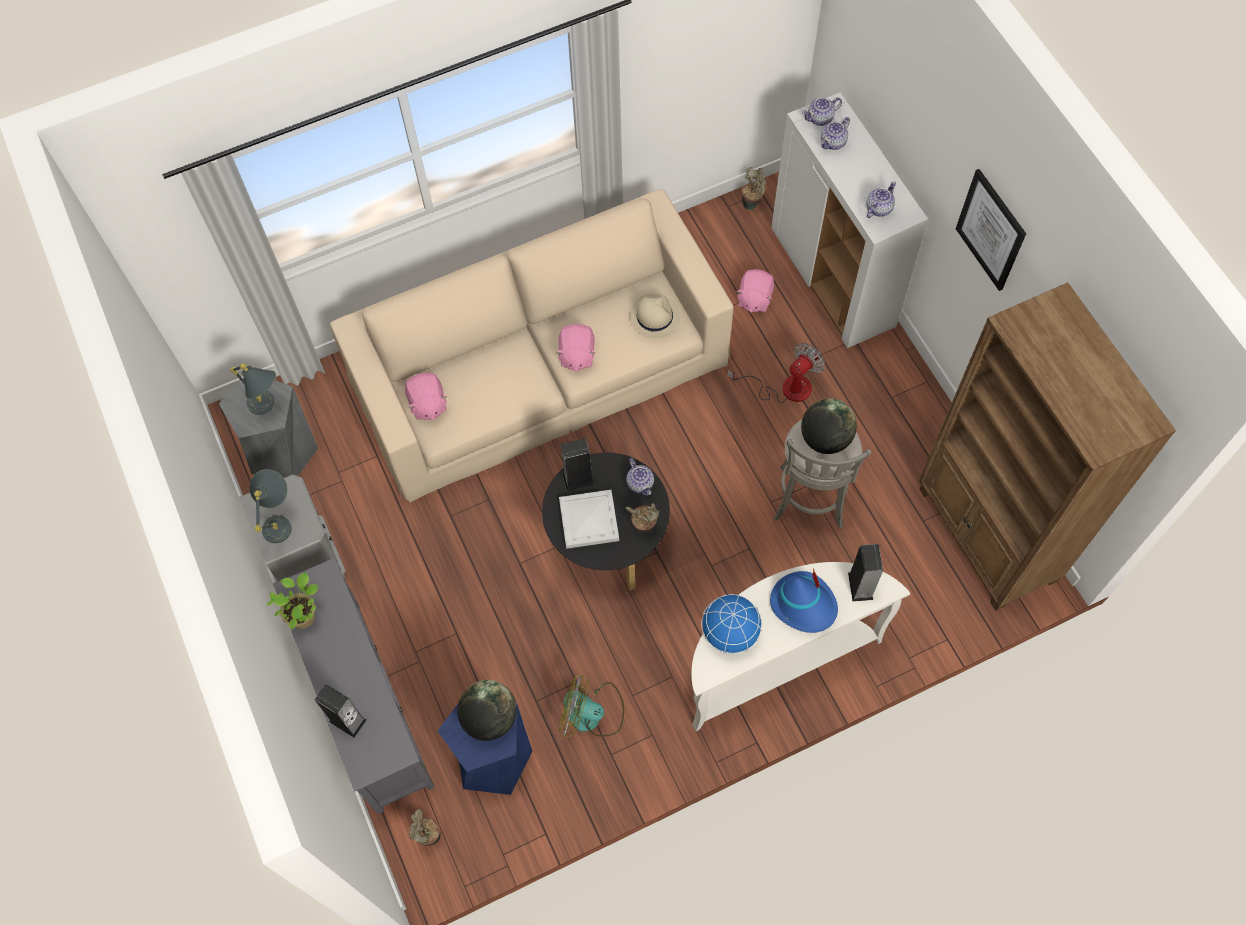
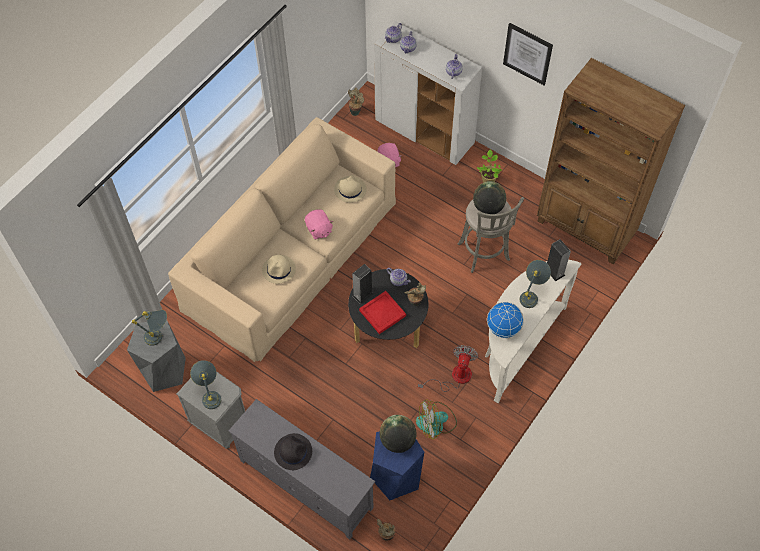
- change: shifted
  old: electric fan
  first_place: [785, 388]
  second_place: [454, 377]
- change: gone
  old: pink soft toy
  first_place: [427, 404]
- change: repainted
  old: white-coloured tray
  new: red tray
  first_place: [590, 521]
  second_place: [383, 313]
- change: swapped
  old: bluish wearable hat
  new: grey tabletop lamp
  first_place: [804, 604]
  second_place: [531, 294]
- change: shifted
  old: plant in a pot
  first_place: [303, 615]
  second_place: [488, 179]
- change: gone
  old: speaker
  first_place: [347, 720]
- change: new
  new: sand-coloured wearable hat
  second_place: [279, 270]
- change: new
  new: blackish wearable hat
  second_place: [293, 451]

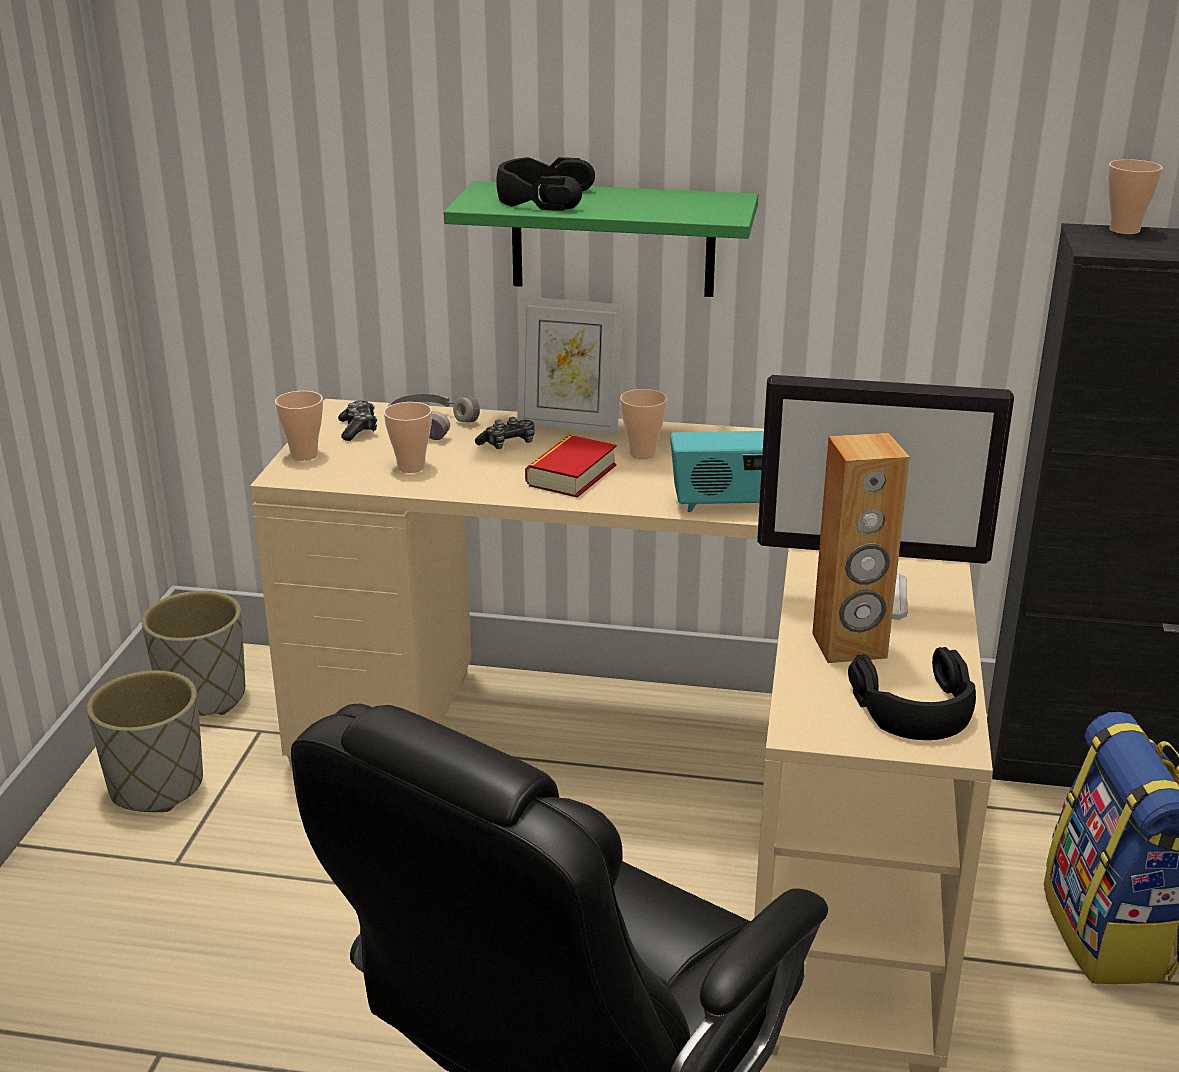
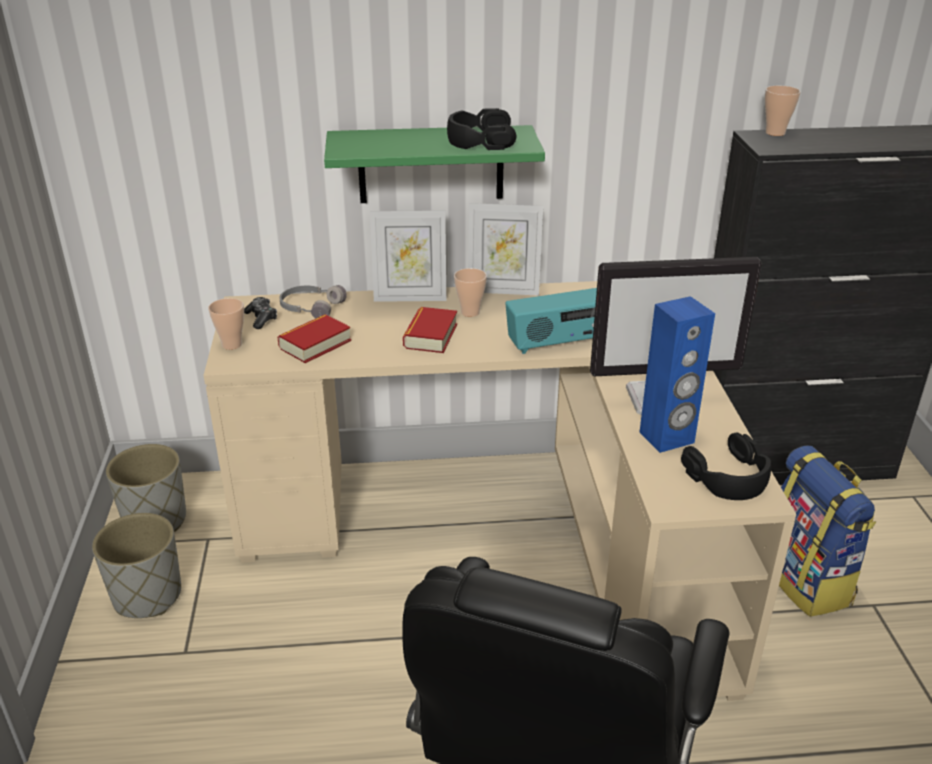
- change: shifted
  old: blackish pair of headphones
  first_place: [543, 198]
  second_place: [480, 140]
- change: swapped
  old: cup
  new: book
  first_place: [411, 467]
  second_place: [315, 344]
- change: gone
  old: gamepad
  first_place: [508, 444]
- change: repainted
  old: brown speaker
  new: bluish speaker
  first_place: [849, 646]
  second_place: [667, 438]
- change: new
  new: standing frame
  second_place: [503, 290]

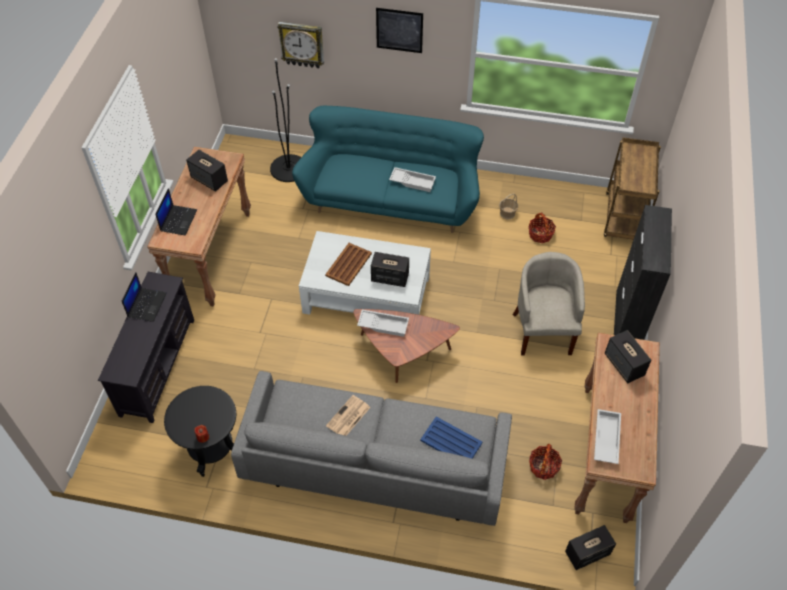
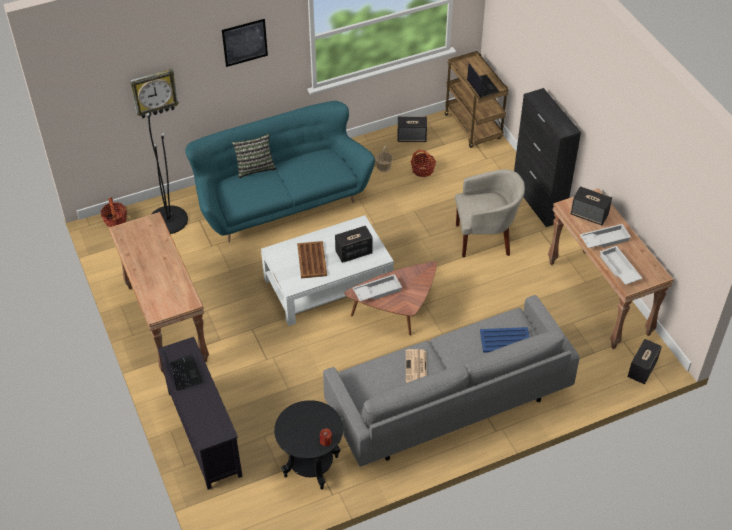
- change: shifted
  old: speaker
  first_place: [209, 180]
  second_place: [412, 137]
- change: shifted
  old: white-coloured tray
  first_place: [413, 181]
  second_place: [604, 239]
- change: shifted
  old: laptop
  first_place: [178, 220]
  second_place: [482, 86]
- change: rotated
  old: sand-coloured lounge chair
  first_place: [543, 330]
  second_place: [485, 238]
  degrees: 120
- change: shifted
  old: basket
  first_place: [543, 467]
  second_place: [115, 219]
- change: new
  new: throw pillow
  second_place: [255, 168]

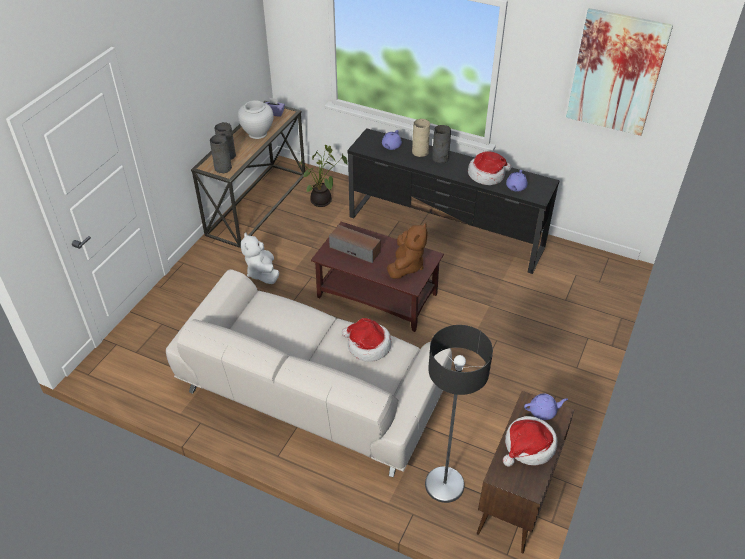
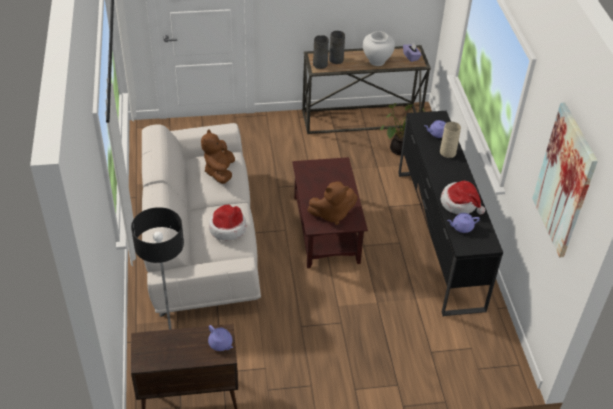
- change: gone
  old: grey flower vase
  first_place: [440, 159]
- change: gone
  old: speaker
  first_place: [355, 249]
- change: gone
  old: white-coloured soft toy
  first_place: [262, 273]
- change: gone
  old: wearable hat
  first_place: [528, 447]
- change: new
  new: brown soft toy
  second_place: [220, 172]

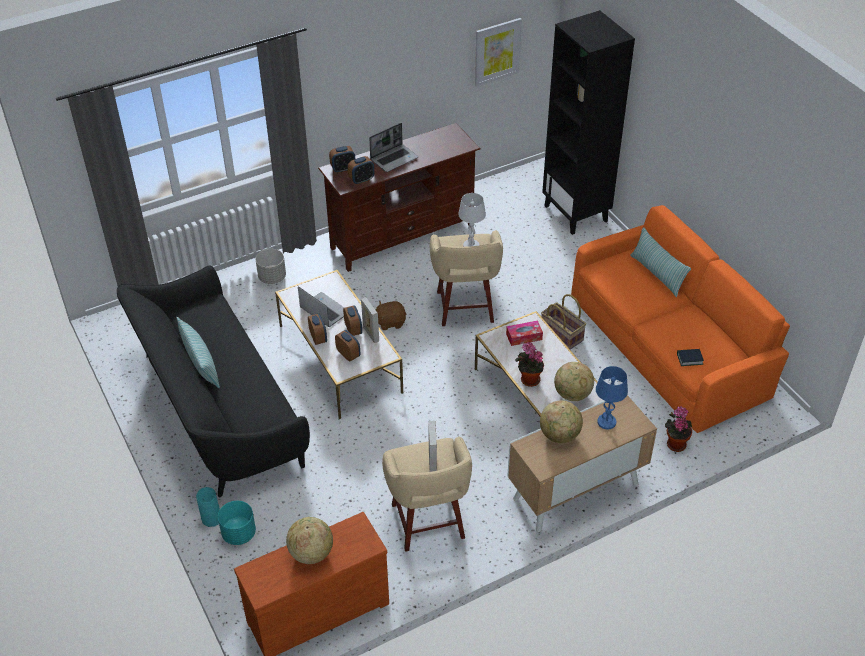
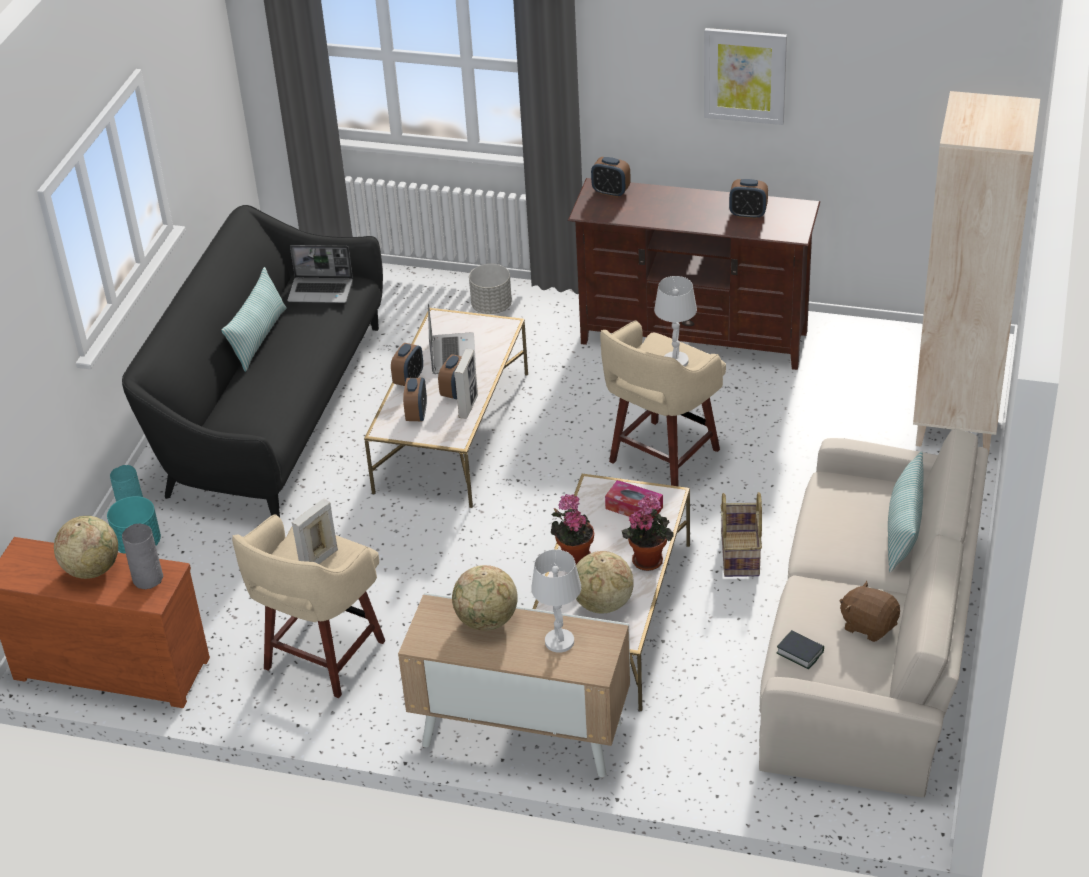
- change: repainted
  old: blackish bookshelf
  new: sand-coloured bookshelf
  first_place: [576, 213]
  second_place: [957, 423]
- change: shifted
  old: picture
  first_place: [497, 51]
  second_place: [745, 75]
- change: shifted
  old: laptop
  first_place: [394, 158]
  second_place: [321, 291]
- change: shifted
  old: bedside clock
  first_place: [361, 180]
  second_place: [748, 214]
- change: repainted
  old: orange sofa
  new: sand-coloured sofa
  first_place: [670, 343]
  second_place: [870, 647]
- change: shifted
  old: brown soft toy
  first_place: [390, 322]
  second_place: [868, 625]
- change: repainted
  old: bluish tabletop lamp
  new: white-coloured tabletop lamp
  first_place: [606, 422]
  second_place: [559, 641]
- change: shifted
  old: plant in a pot
  first_place: [675, 443]
  second_place: [648, 558]
- change: new
  new: grey flower vase
  second_place: [147, 578]

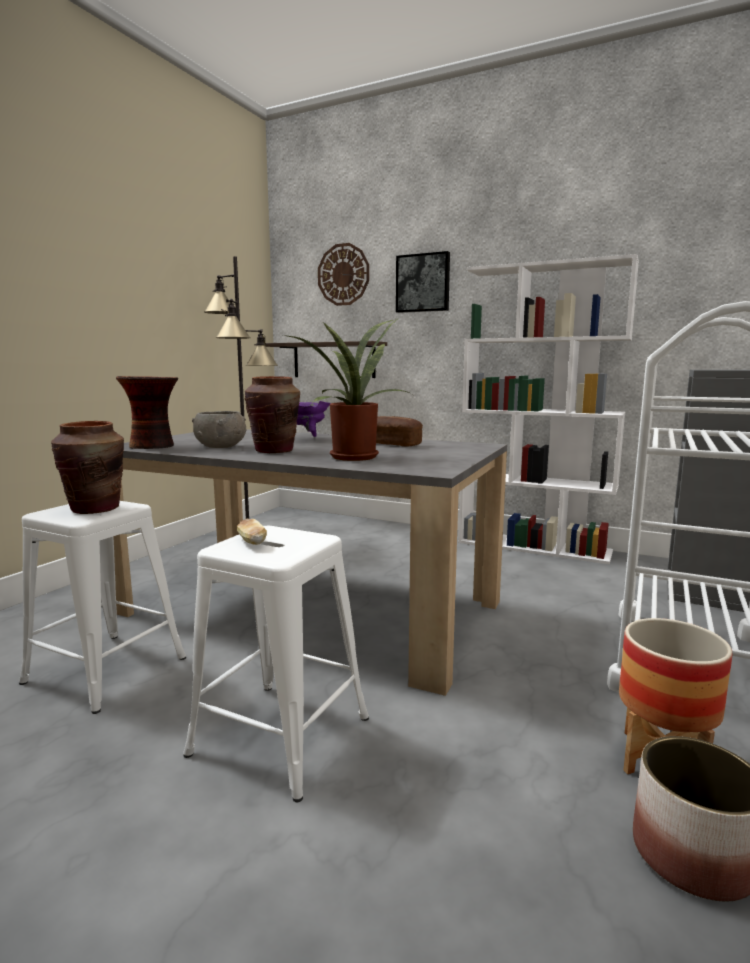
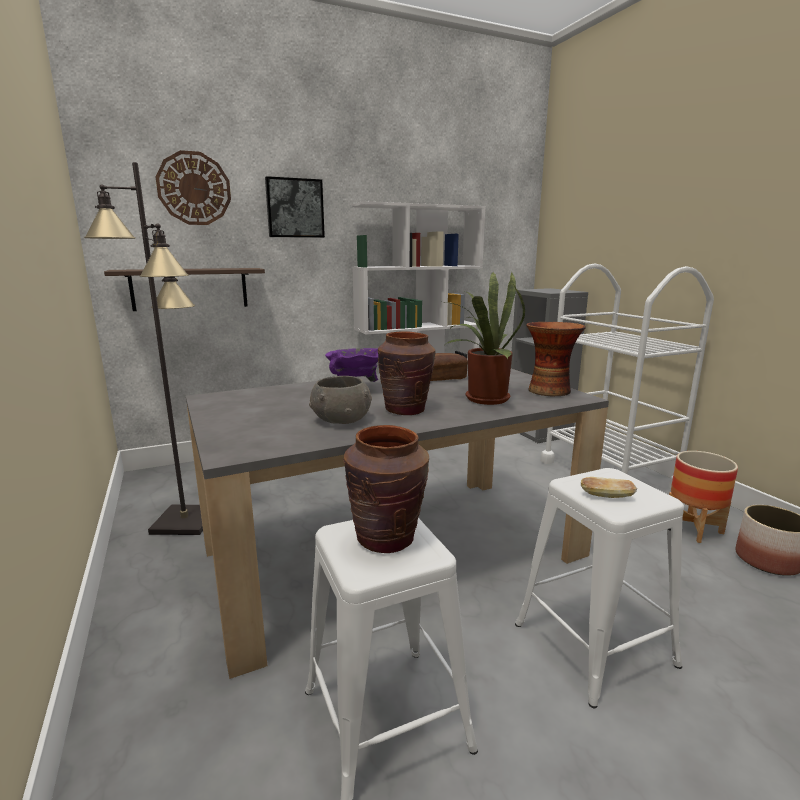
- change: shifted
  old: flower vase
  first_place: [154, 446]
  second_place: [549, 390]

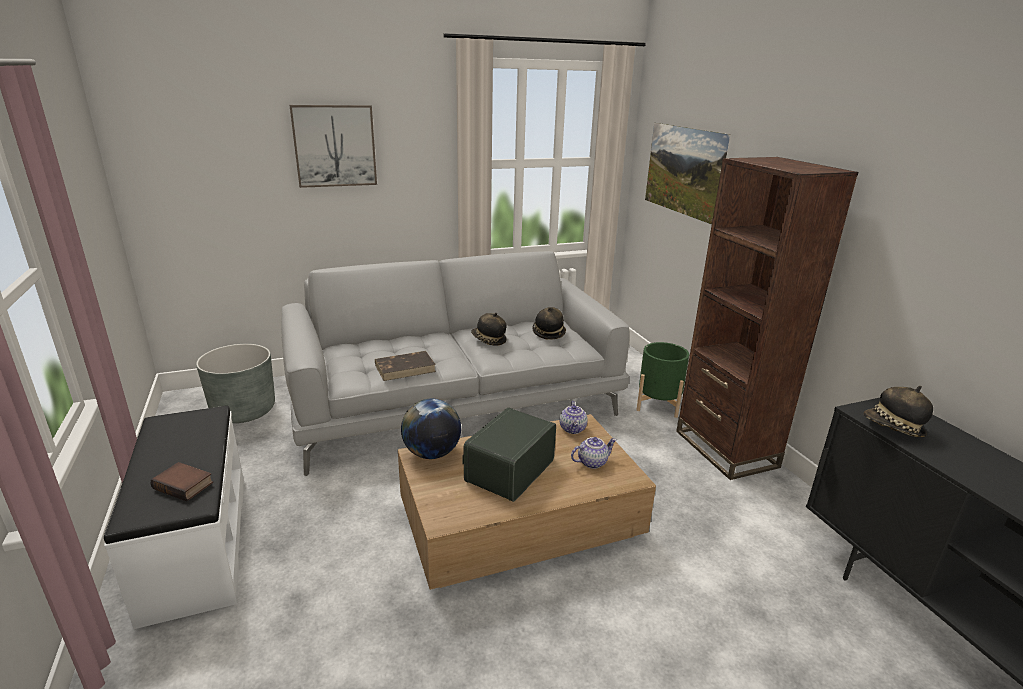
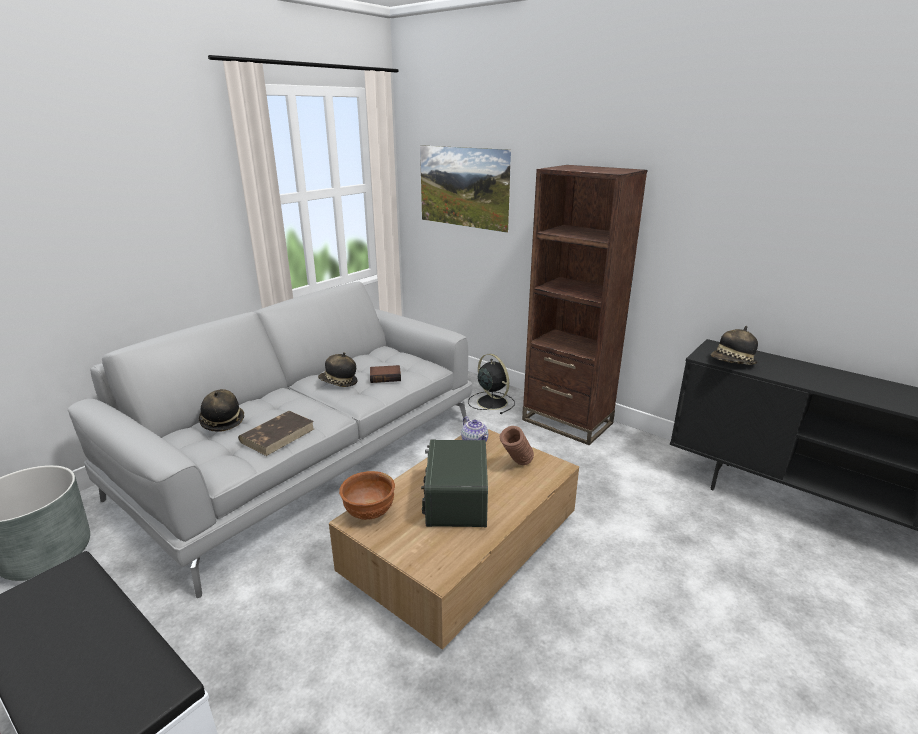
- change: gone
  old: picture
  first_place: [334, 146]
- change: shifted
  old: wearable hat
  first_place: [548, 333]
  second_place: [222, 421]
- change: swapped
  old: green planter
  new: blackish electric fan
  first_place: [658, 404]
  second_place: [491, 402]
- change: swapped
  old: world globe
  new: brown bowl
  first_place: [432, 453]
  second_place: [369, 513]
- change: swapped
  old: teapot
  new: brown flower vase
  first_place: [592, 462]
  second_place: [516, 465]
- change: shifted
  old: book
  first_place: [185, 485]
  second_place: [386, 377]

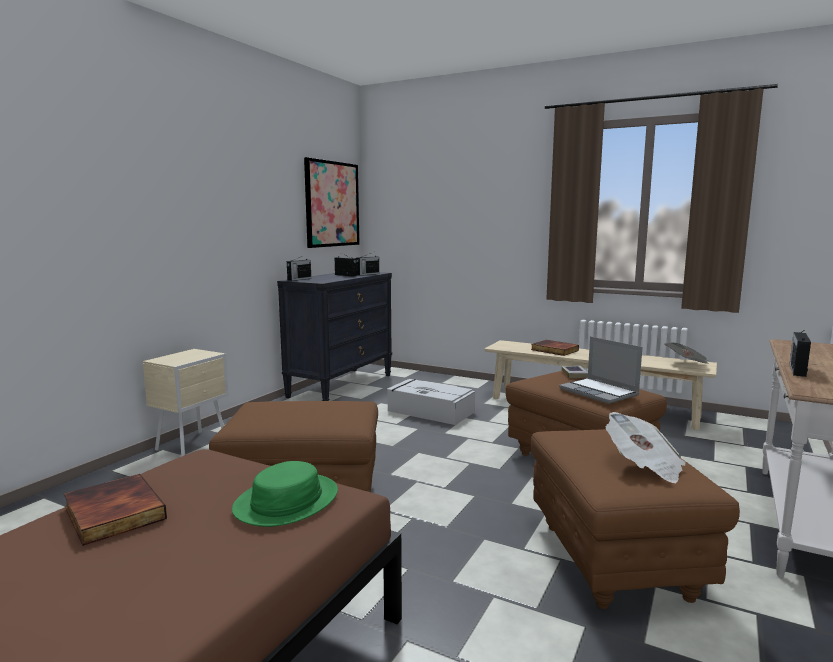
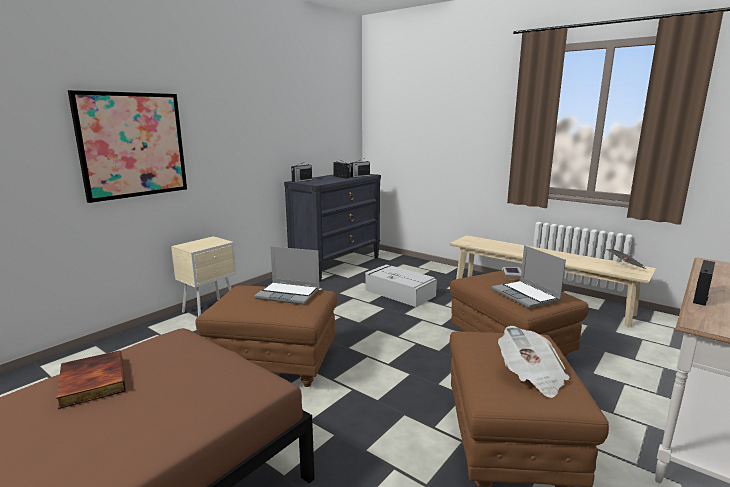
- change: shifted
  old: picture
  first_place: [332, 204]
  second_place: [132, 145]
- change: gone
  old: book
  first_place: [554, 350]
- change: gone
  old: green wearable hat
  first_place: [287, 501]
- change: new
  new: laptop
  second_place: [289, 294]

